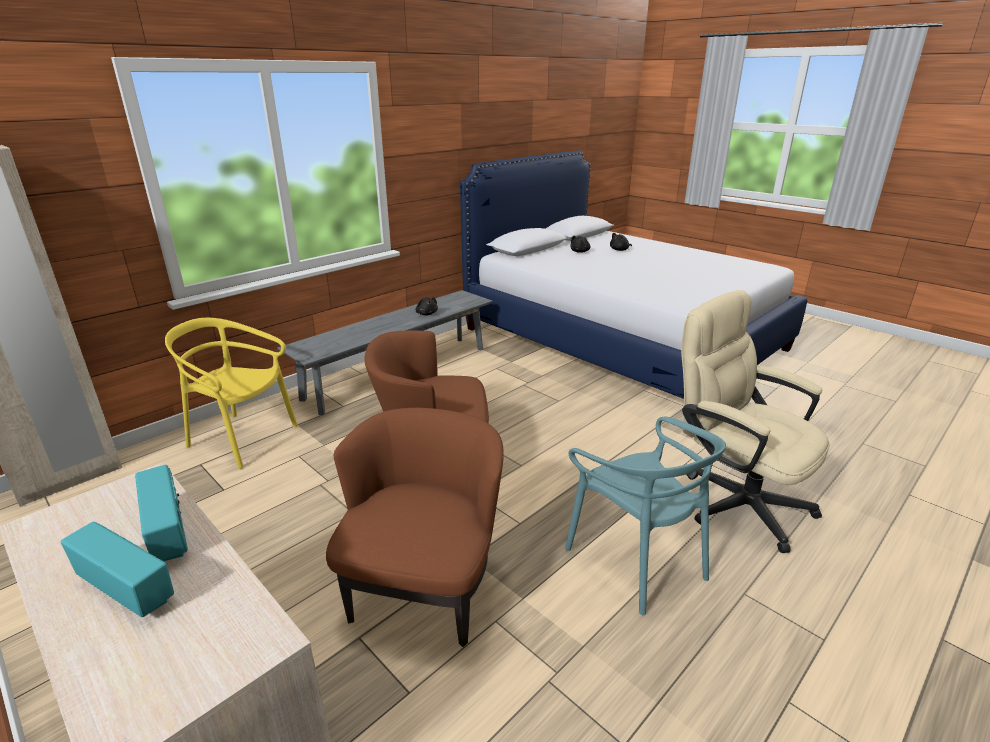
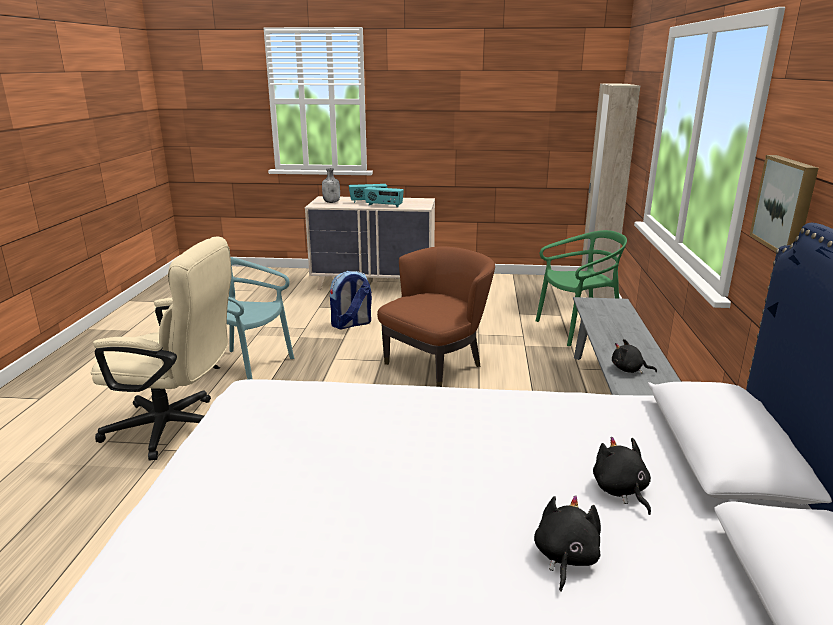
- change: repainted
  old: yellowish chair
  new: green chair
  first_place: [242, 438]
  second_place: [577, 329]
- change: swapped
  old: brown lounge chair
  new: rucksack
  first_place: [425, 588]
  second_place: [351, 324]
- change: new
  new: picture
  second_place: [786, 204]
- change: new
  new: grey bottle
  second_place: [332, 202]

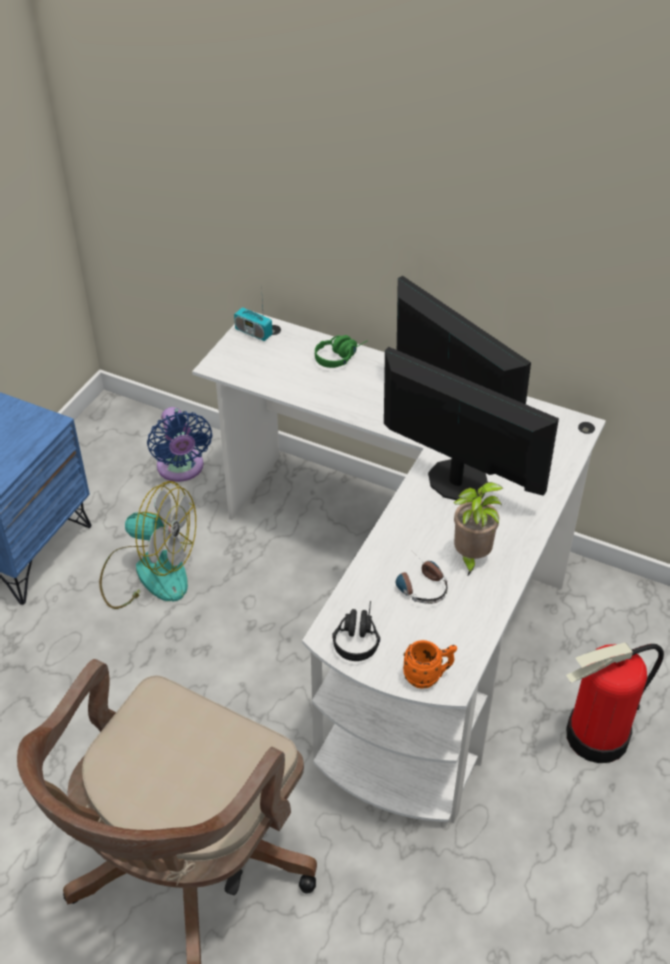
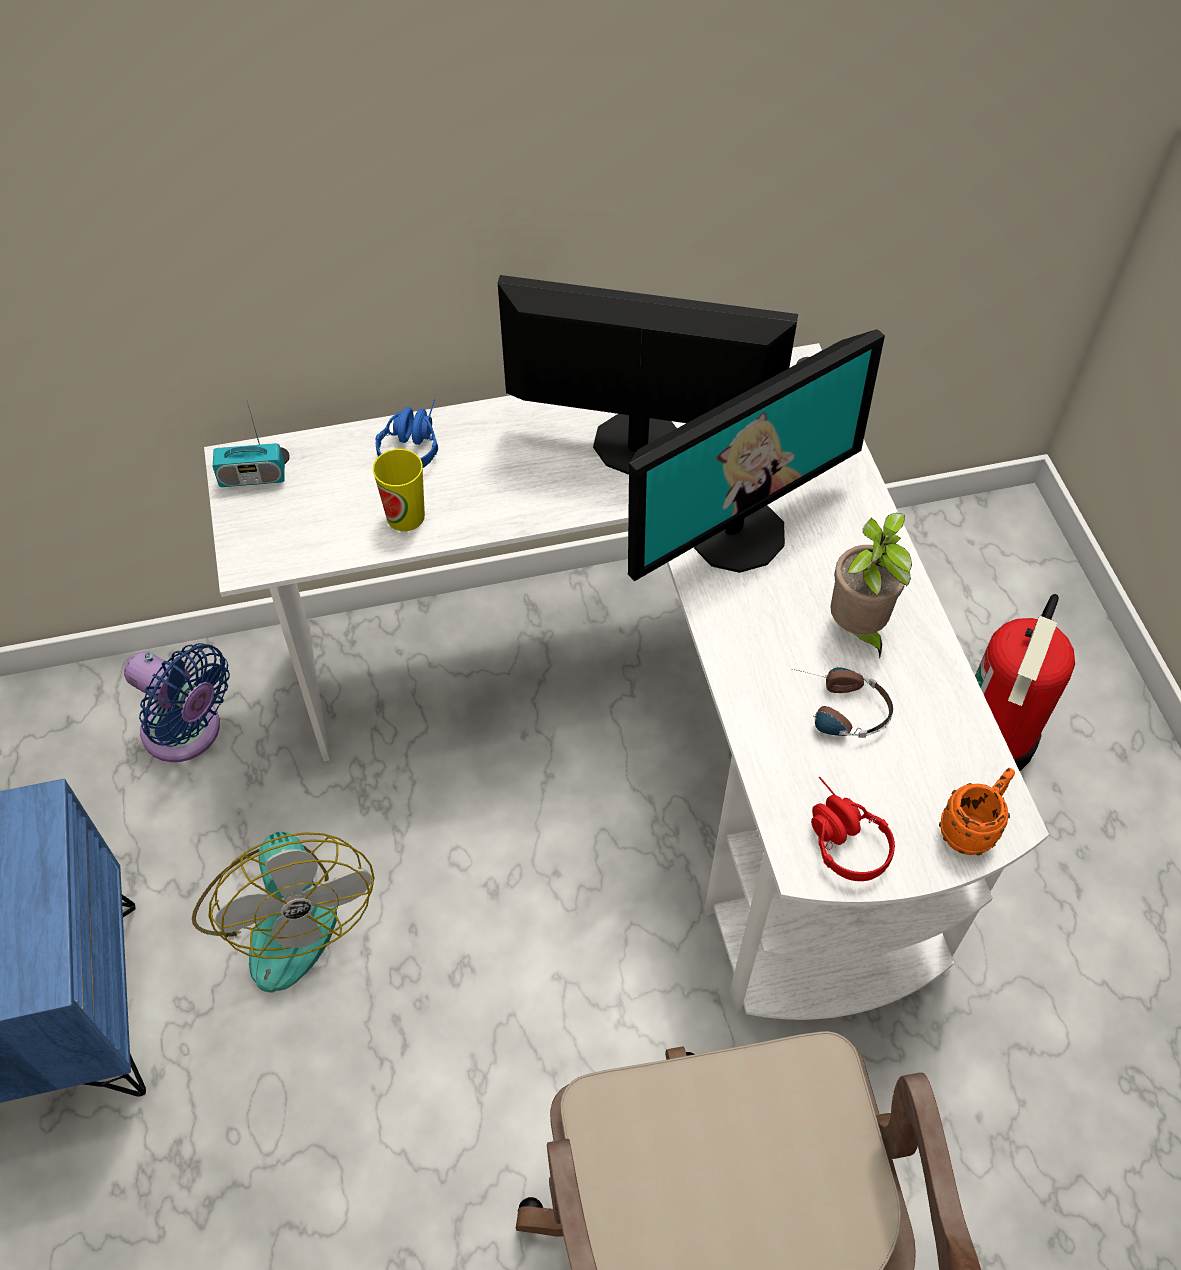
- change: repainted
  old: green pair of headphones
  new: bluish pair of headphones
  first_place: [340, 356]
  second_place: [412, 443]
- change: rotated
  old: computer display
  first_place: [457, 481]
  second_place: [738, 534]
  degrees: 150
- change: rotated
  old: electric fan
  first_place: [149, 572]
  second_place: [285, 913]
  degrees: 90
- change: repainted
  old: blackish pair of headphones
  new: red pair of headphones
  first_place: [357, 636]
  second_place: [840, 836]
- change: new
  new: cup
  second_place: [405, 516]

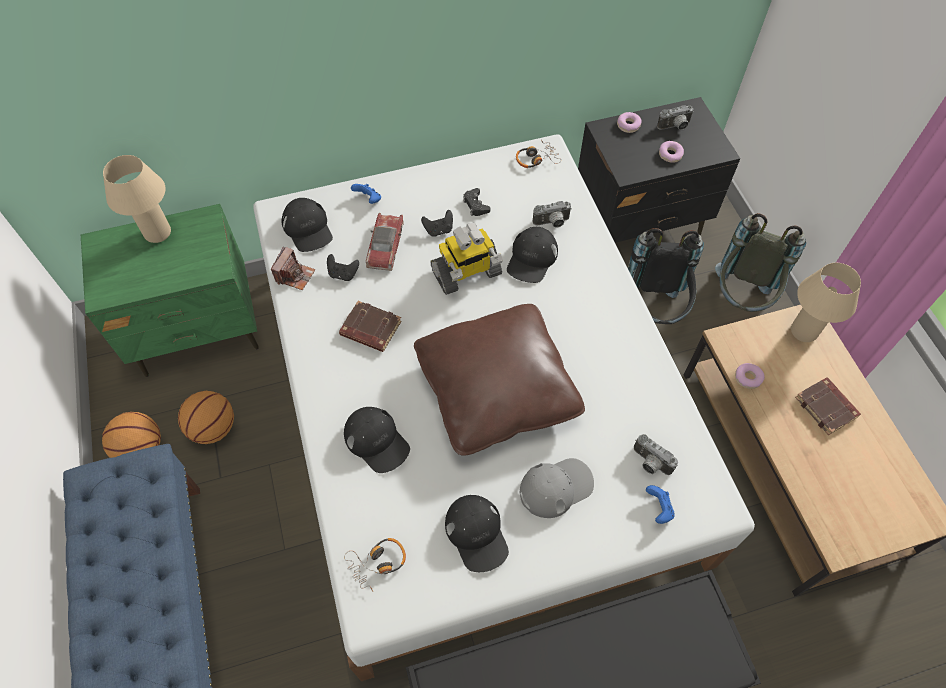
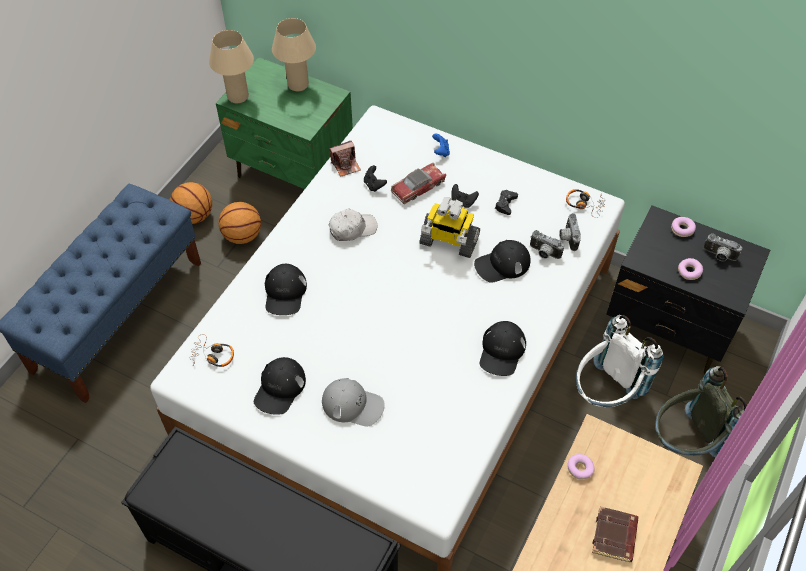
- change: shifted
  old: blackish cap
  first_place: [308, 228]
  second_place: [502, 351]
- change: repainted
  old: blackish rucksack
  new: white-coloured rucksack
  first_place: [654, 310]
  second_place: [605, 393]
- change: shifted
  old: sand-coloured tabletop lamp
  first_place: [803, 331]
  second_place: [238, 96]
- change: swapped
  old: brown book
  new: white-coloured cap
  first_place: [370, 329]
  second_place: [352, 229]
- change: gone
  old: brown throw pillow
  first_place: [496, 389]
- change: shifted
  old: still camera
  first_place: [649, 463]
  second_place: [567, 238]
- change: gone
  old: bluish gamepad
  first_place: [658, 508]

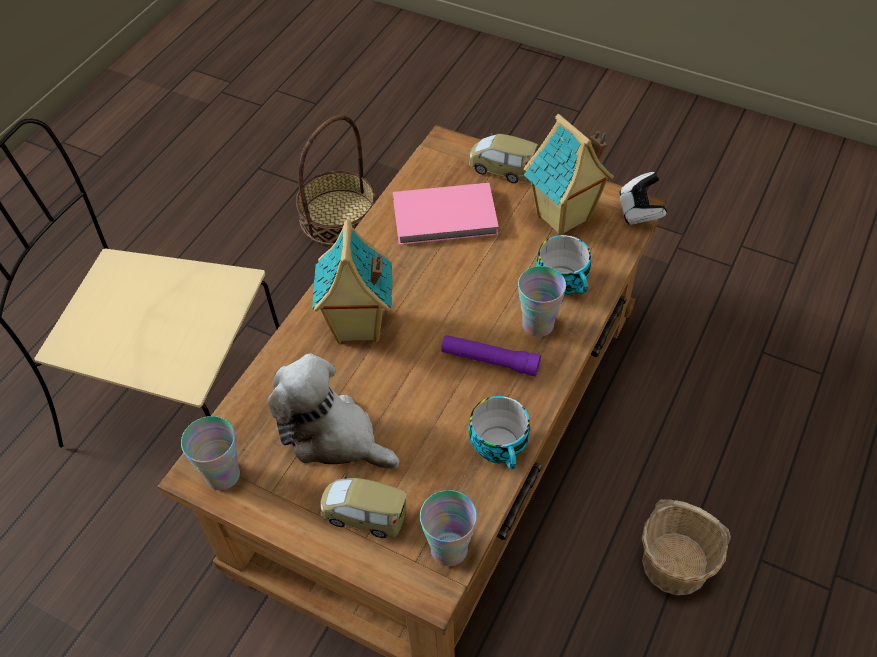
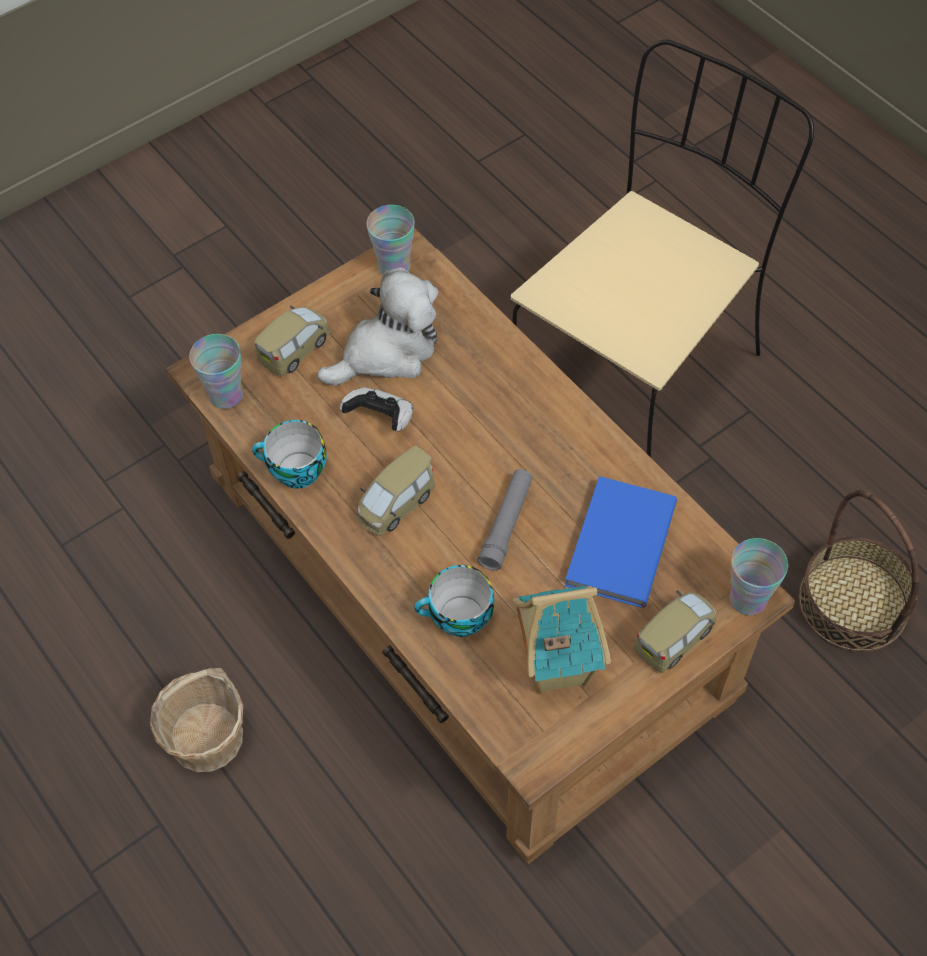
- change: shifted
  old: gamepad
  first_place: [639, 211]
  second_place: [380, 418]
- change: repainted
  old: pink book
  new: bluish book
  first_place: [446, 218]
  second_place: [617, 545]
- change: gone
  old: miniature house
  first_place: [357, 327]
- change: shifted
  old: cup
  first_place: [538, 325]
  second_place: [748, 599]
- change: swapped
  old: purplish torch
  new: model car
  first_place: [489, 360]
  second_place: [396, 504]
- change: new
  new: grey torch
  second_place: [506, 524]

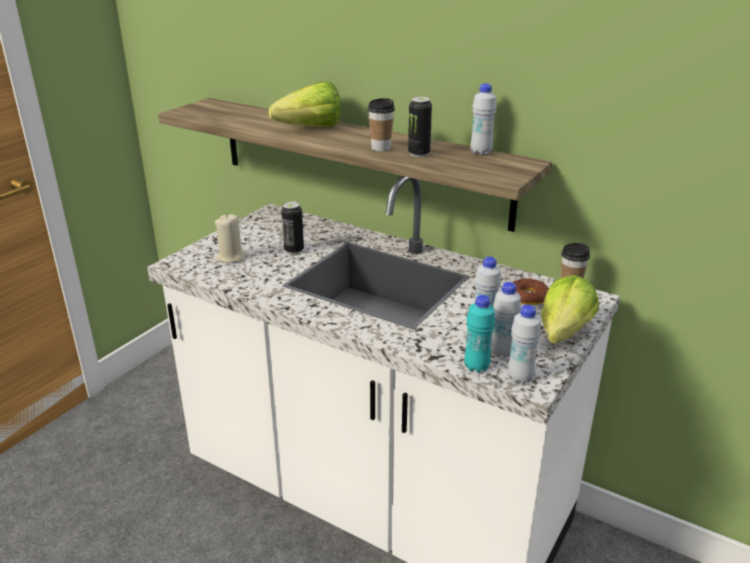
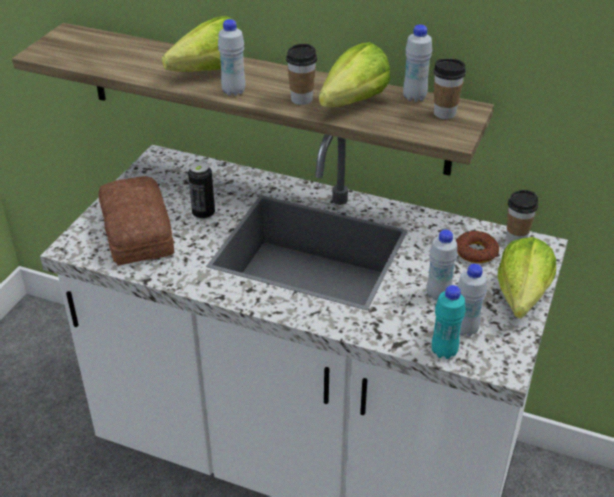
- change: swapped
  old: can
  new: head of lettuce
  first_place: [419, 154]
  second_place: [347, 105]
- change: swapped
  old: sand-coloured wax light
  new: bakery bread
  first_place: [232, 257]
  second_place: [135, 231]
- change: shifted
  old: white-coloured bottle
  first_place: [520, 378]
  second_place: [233, 91]
- change: new
  new: cup
  second_place: [444, 113]

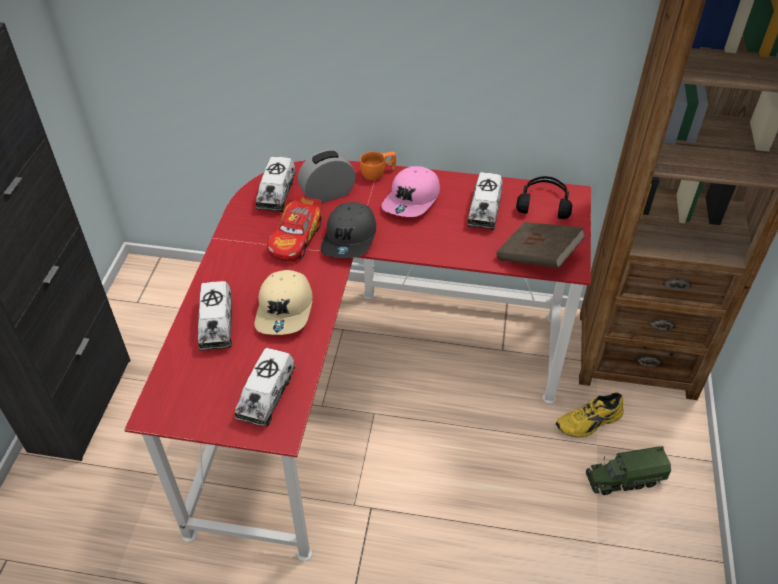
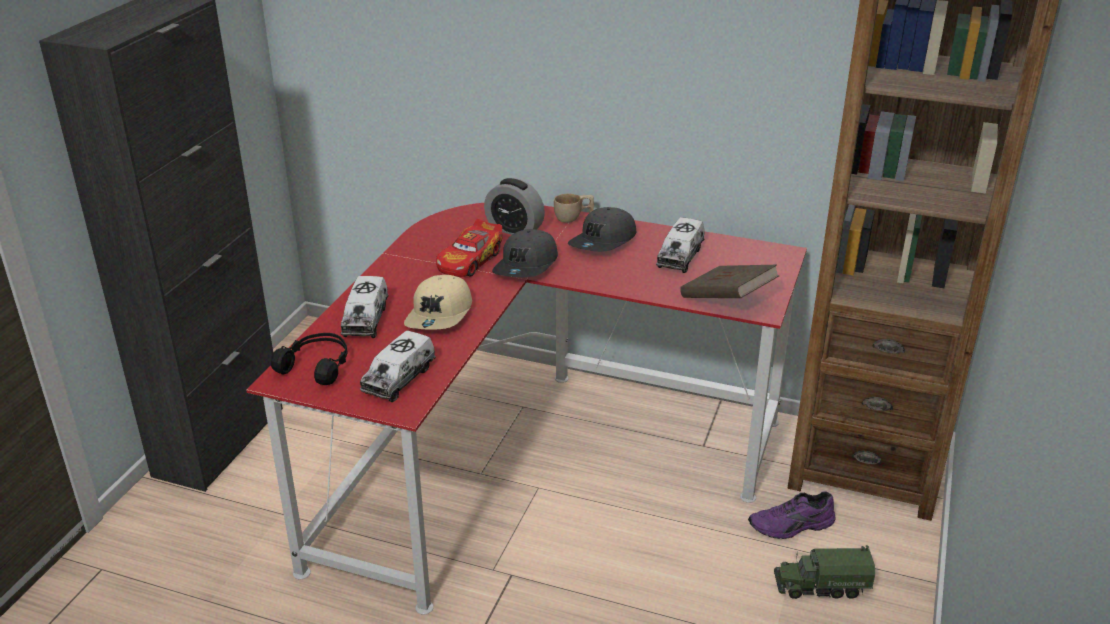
- change: rotated
  old: bedside clock
  first_place: [327, 194]
  second_place: [514, 229]
  degrees: -135
- change: repainted
  old: orange cup
  new: sand-coloured cup
  first_place: [378, 174]
  second_place: [573, 218]
- change: gone
  old: model truck
  first_place: [276, 193]
- change: repainted
  old: pink cap
  new: grey cap
  first_place: [412, 200]
  second_place: [603, 242]
- change: shifted
  old: blackish pair of headphones
  first_place: [544, 203]
  second_place: [317, 366]
- change: repainted
  old: yellowish item of footwear
  new: purplish item of footwear
  first_place: [590, 422]
  second_place: [792, 526]

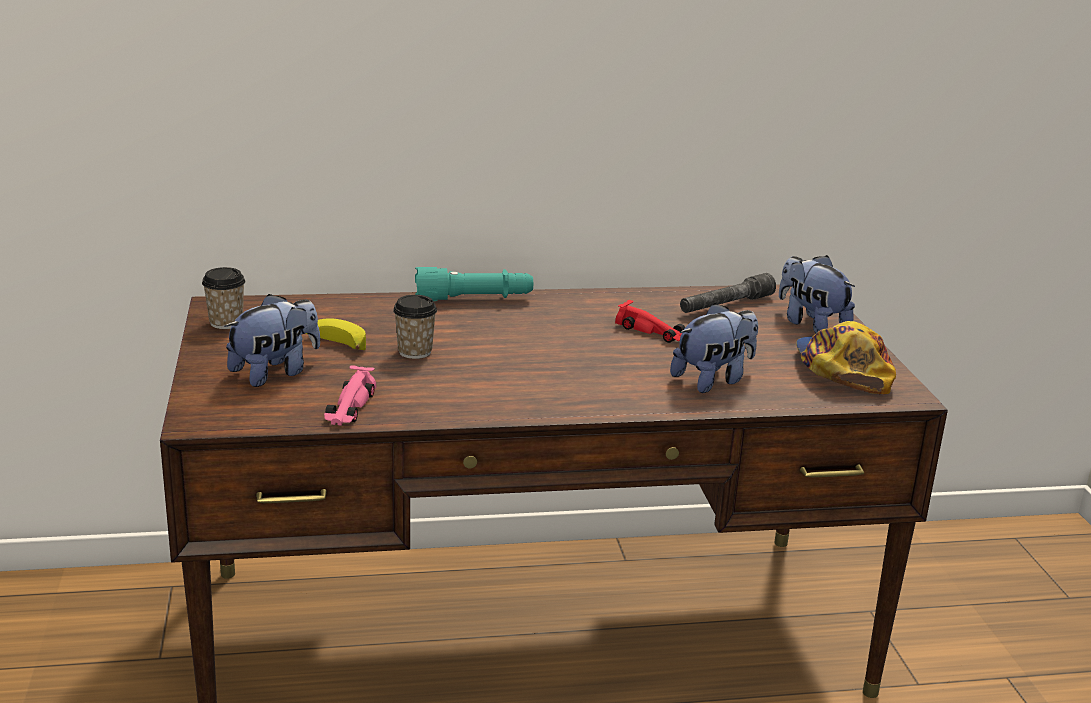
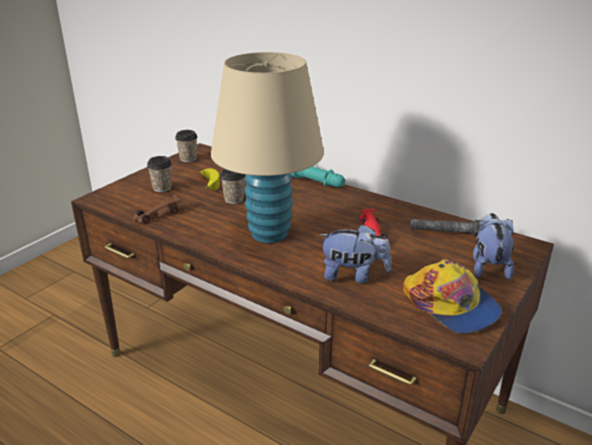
- change: swapped
  old: soft toy
  new: cup
  first_place: [275, 372]
  second_place: [162, 188]
- change: rotated
  old: cap
  first_place: [841, 370]
  second_place: [451, 305]
  degrees: 105
- change: repainted
  old: pink model car
  new: brown model car
  first_place: [350, 407]
  second_place: [157, 215]
- change: new
  new: sand-coloured tabletop lamp
  second_place: [270, 234]

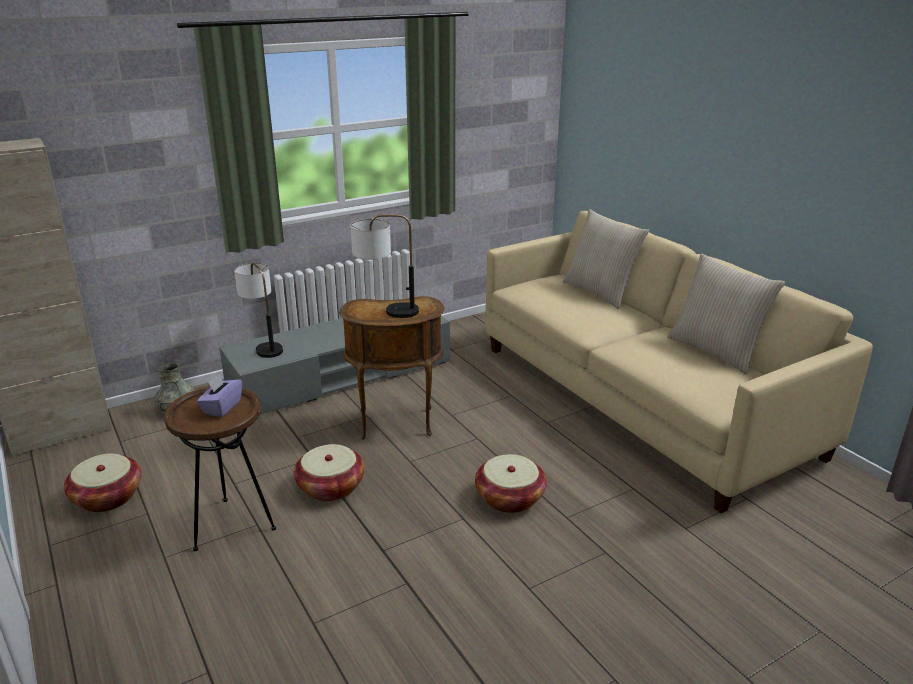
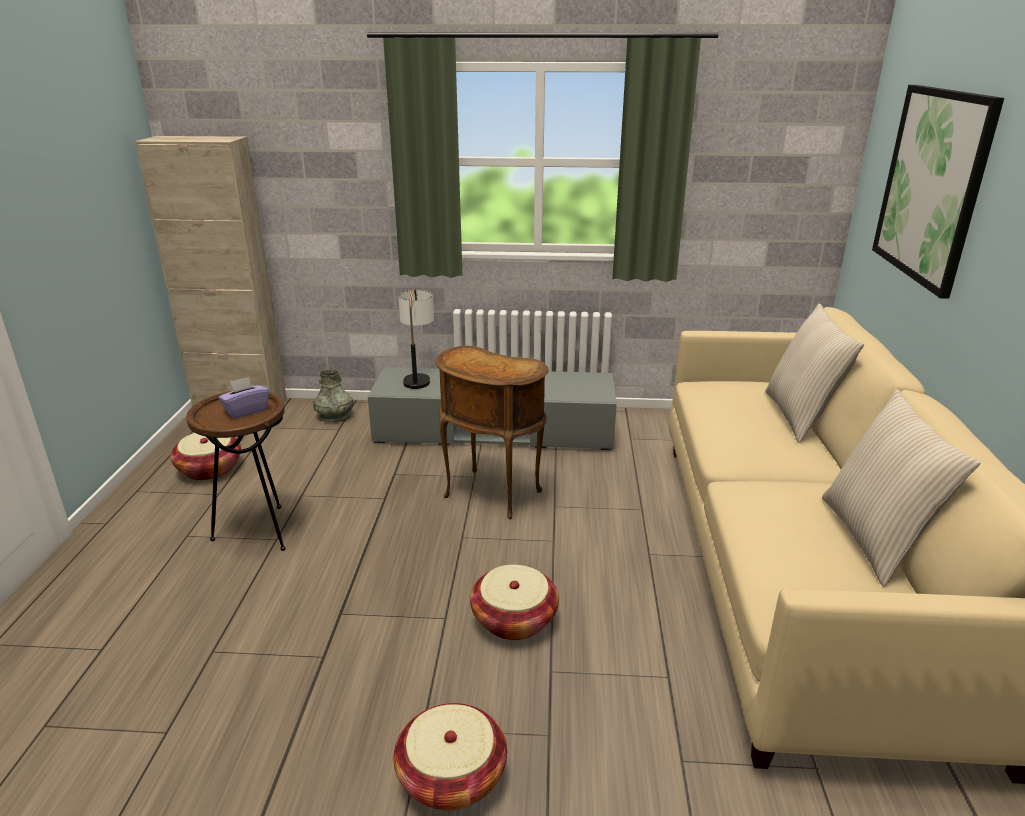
- change: gone
  old: tabletop lamp
  first_place: [386, 311]
- change: shifted
  old: basket
  first_place: [330, 487]
  second_place: [451, 776]
- change: new
  new: picture
  second_place: [932, 186]

